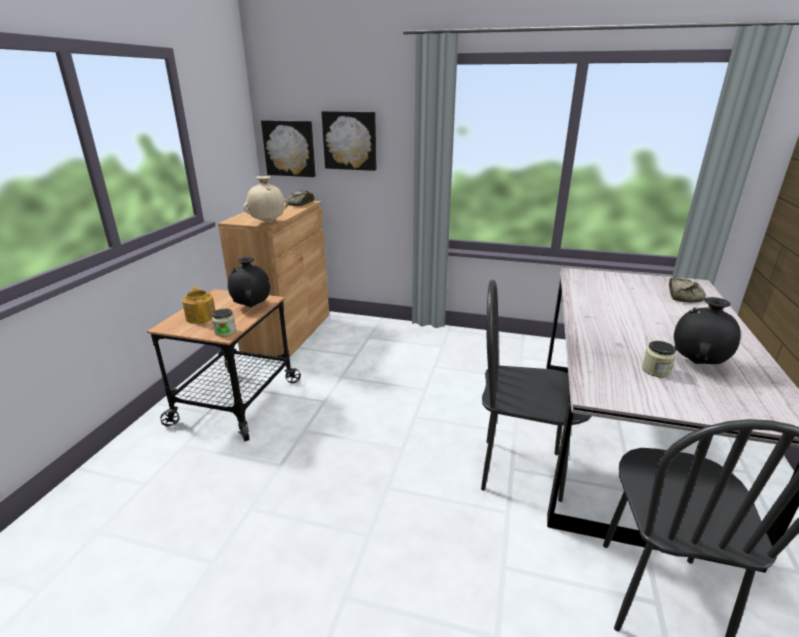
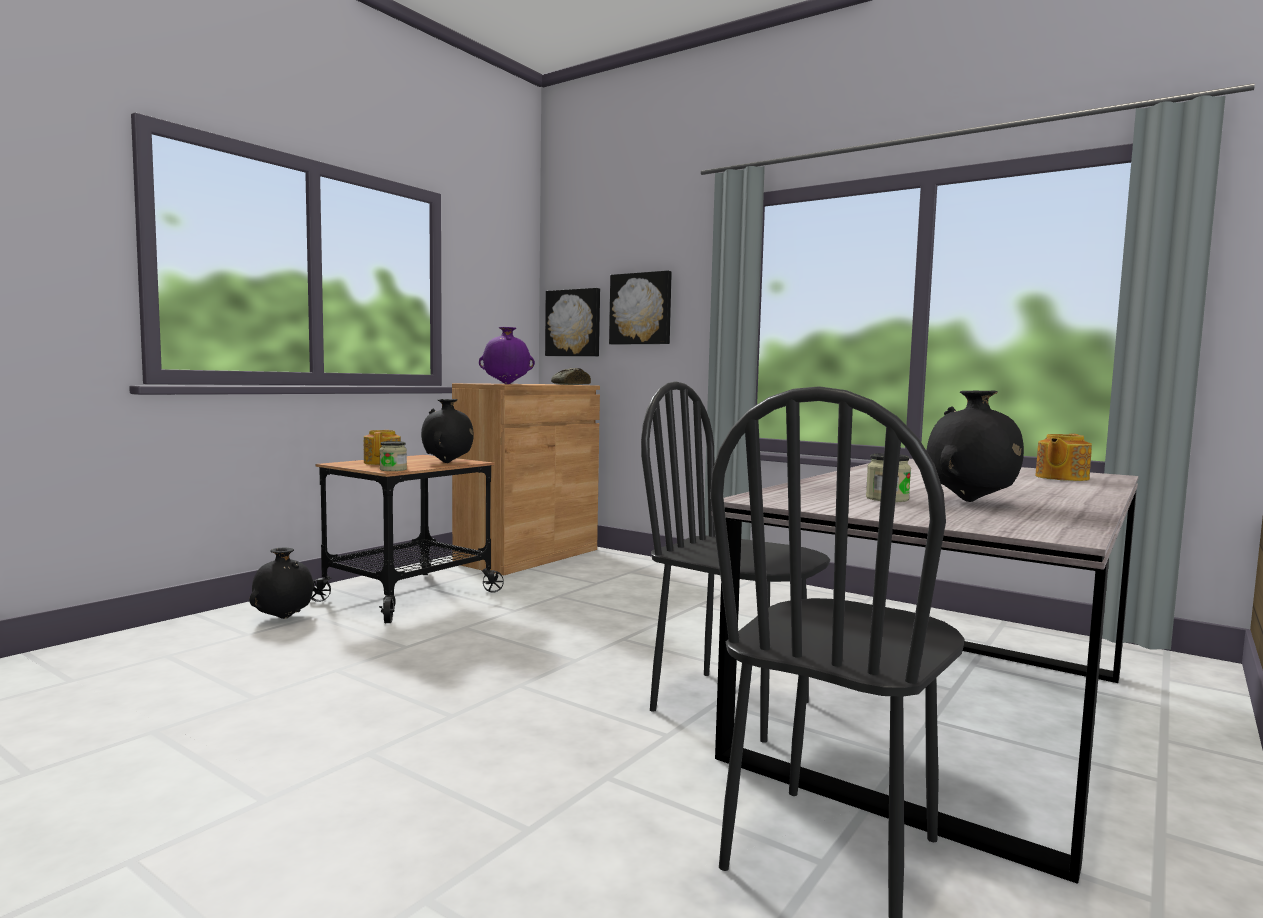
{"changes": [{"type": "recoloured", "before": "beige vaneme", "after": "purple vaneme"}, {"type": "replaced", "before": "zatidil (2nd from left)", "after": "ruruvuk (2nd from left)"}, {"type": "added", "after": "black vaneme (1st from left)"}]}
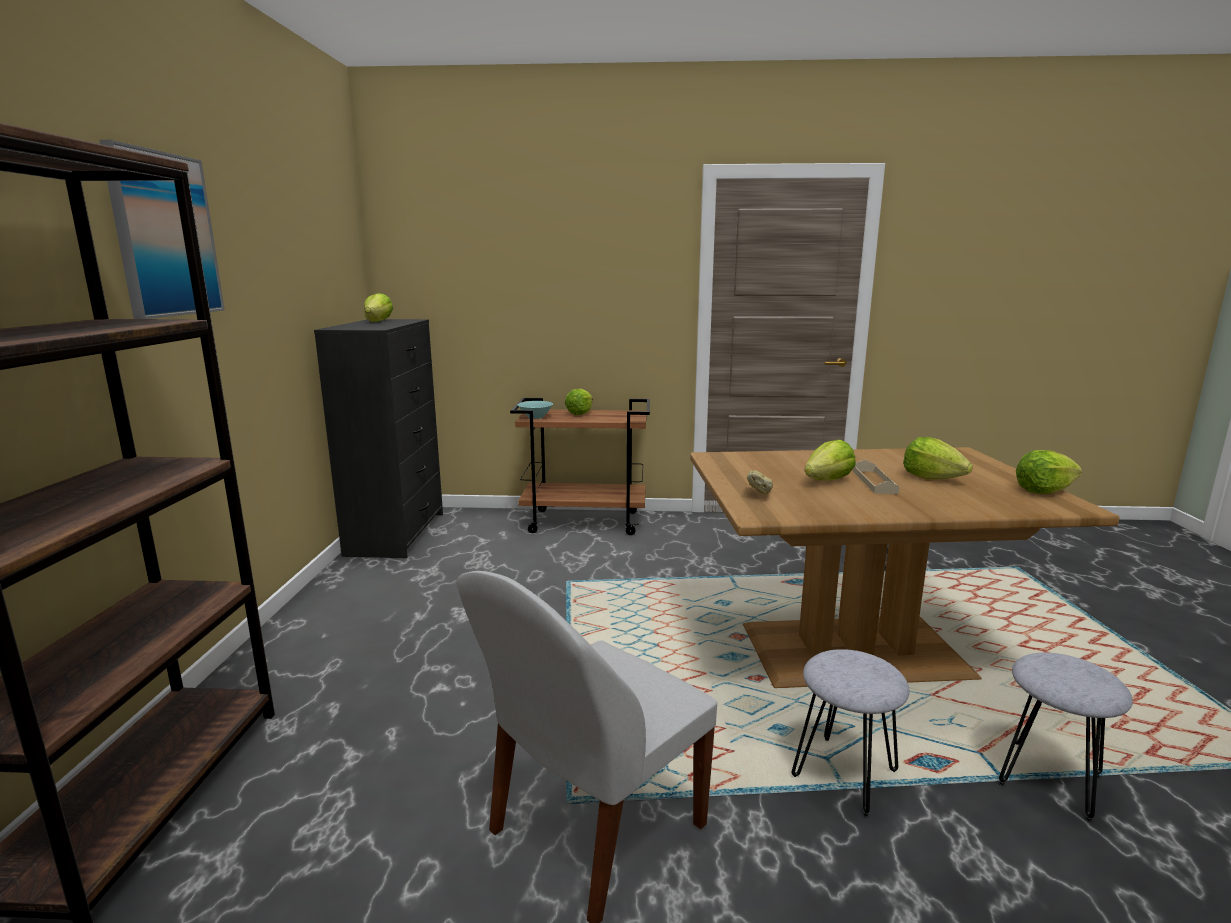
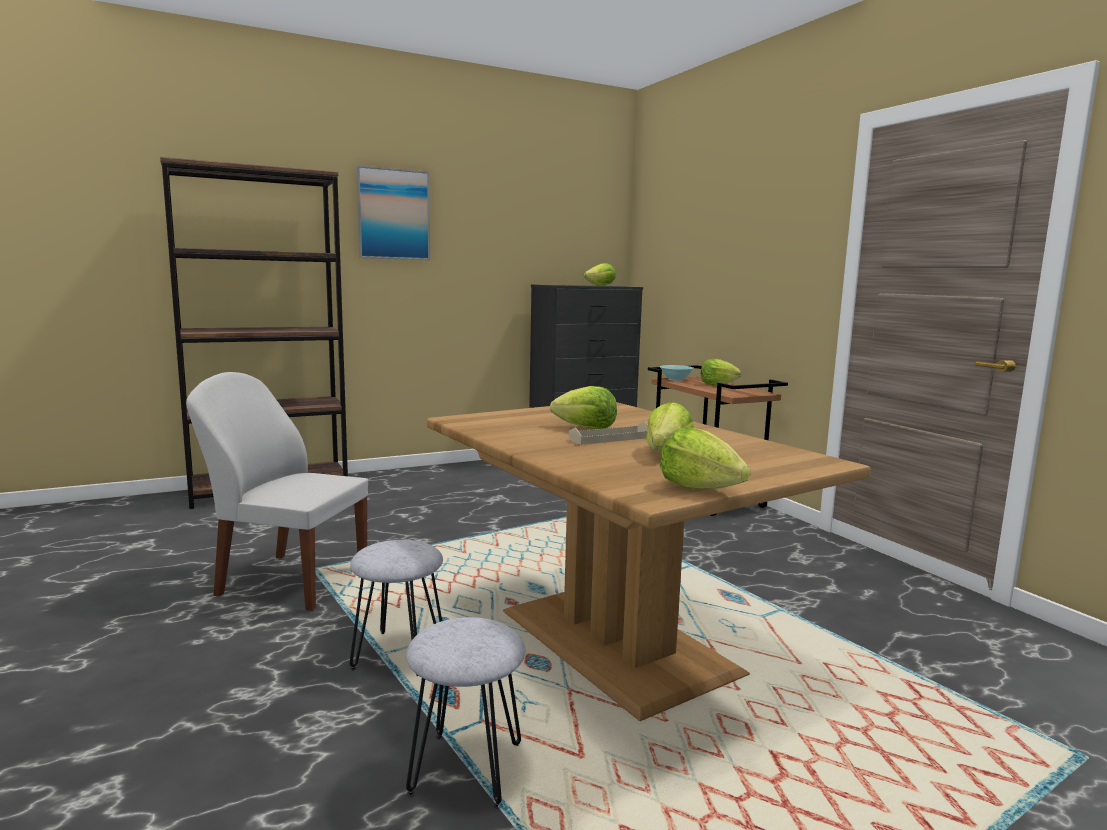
{"changes": [{"type": "removed", "before": "zatidil"}]}
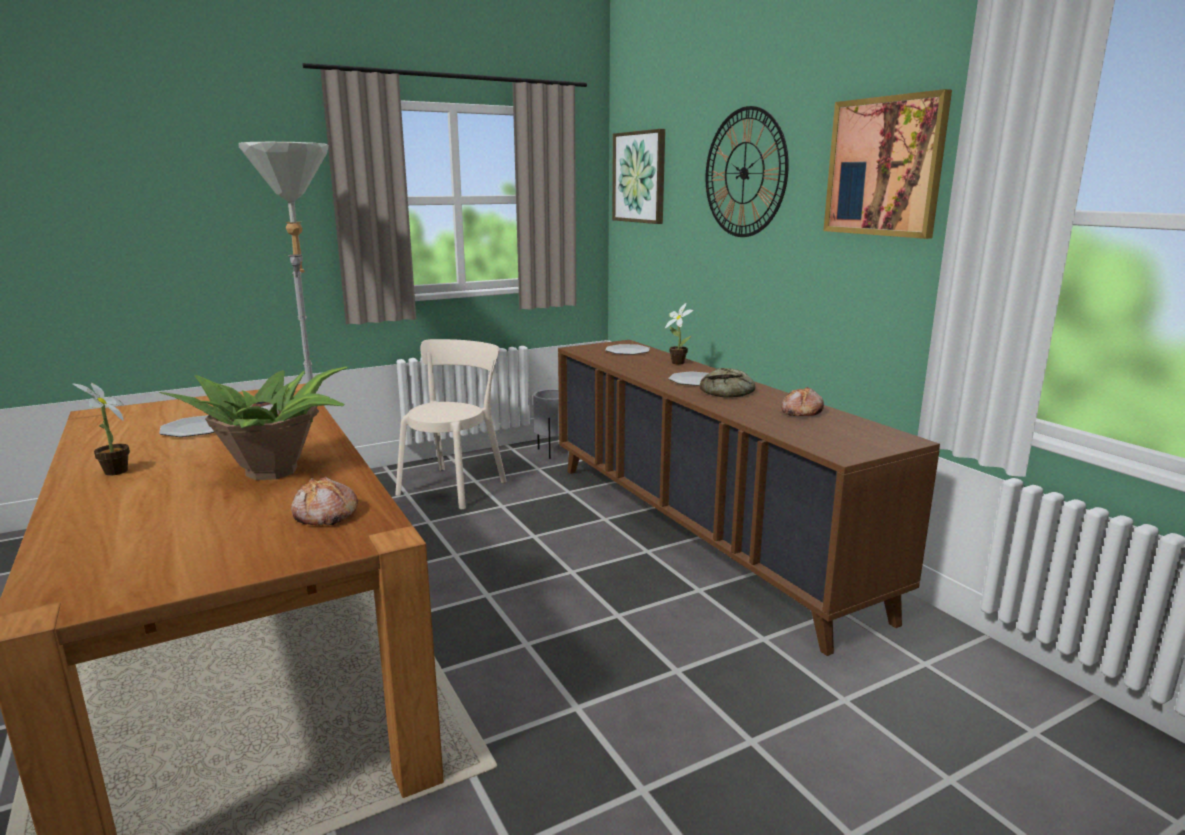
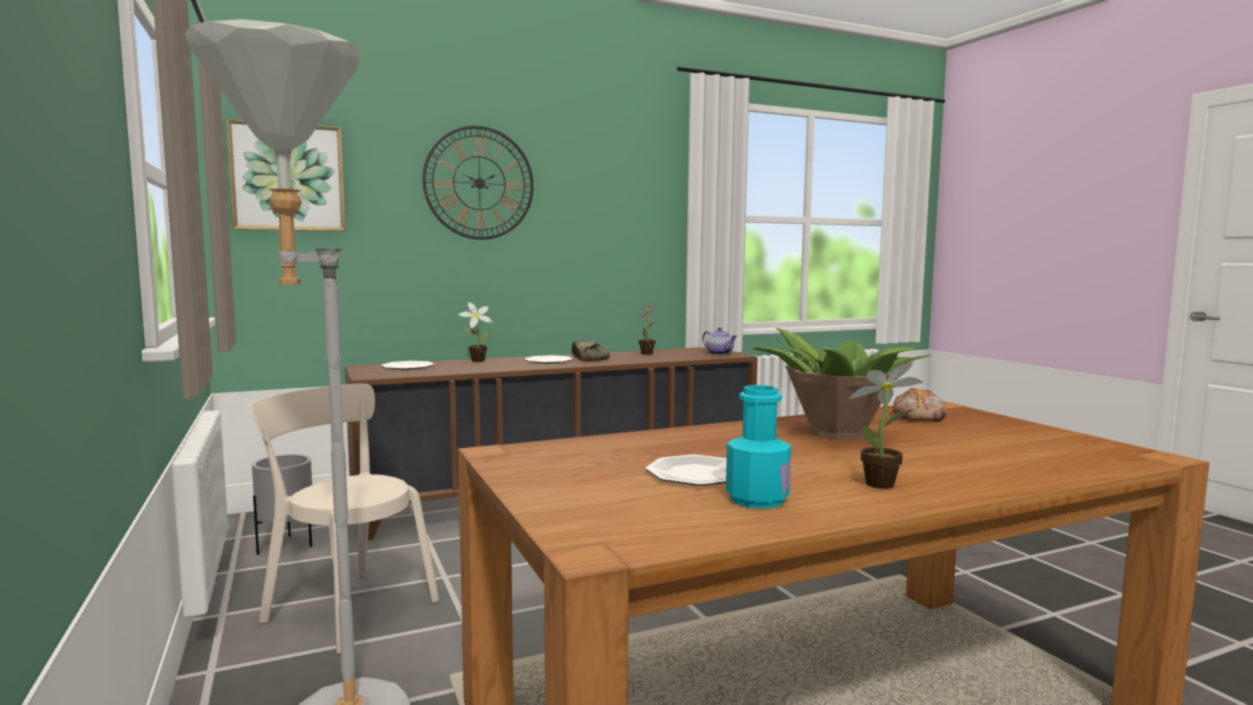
{"changes": [{"type": "replaced", "before": "zatidil (3rd from left)", "after": "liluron (2nd from left)"}, {"type": "removed", "before": "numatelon (2nd from left)"}, {"type": "added", "after": "ruruvuk"}, {"type": "added", "after": "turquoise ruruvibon"}]}
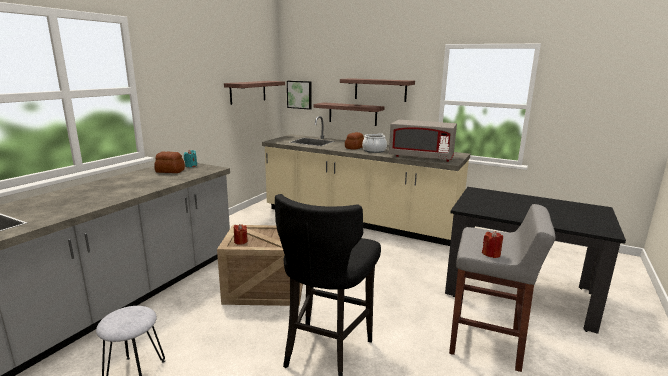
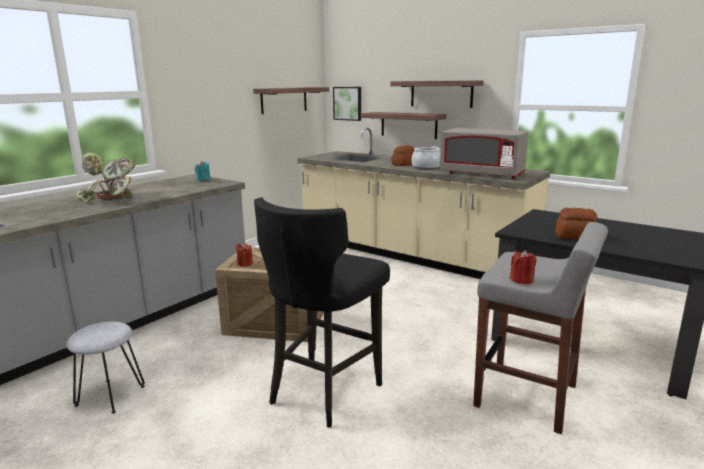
{"changes": [{"type": "moved", "before": "zatidil (1st from left in the first image)", "after": "zatidil (2nd from left)"}, {"type": "added", "after": "liluron"}]}
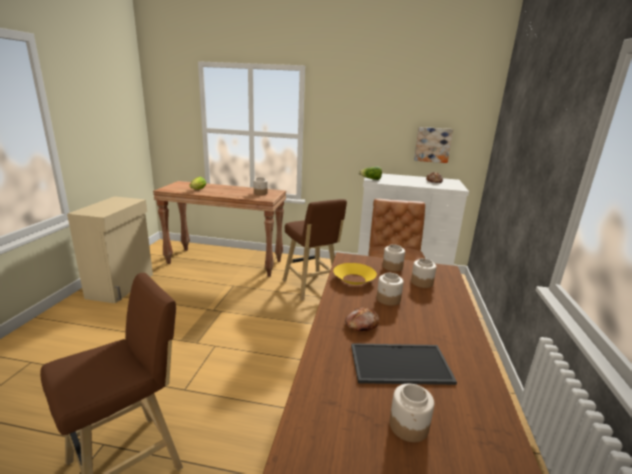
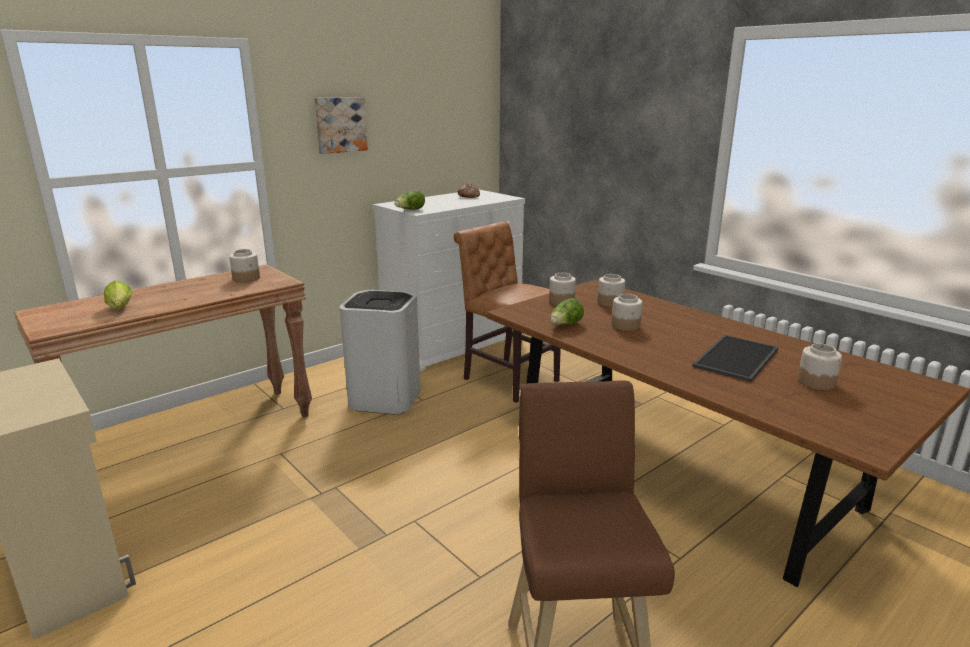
{"changes": [{"type": "replaced", "before": "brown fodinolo (2nd from left)", "after": "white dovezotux"}, {"type": "replaced", "before": "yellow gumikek", "after": "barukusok (3rd from left)"}, {"type": "removed", "before": "zatidil (1st from left)"}, {"type": "moved", "before": "numatelon"}]}
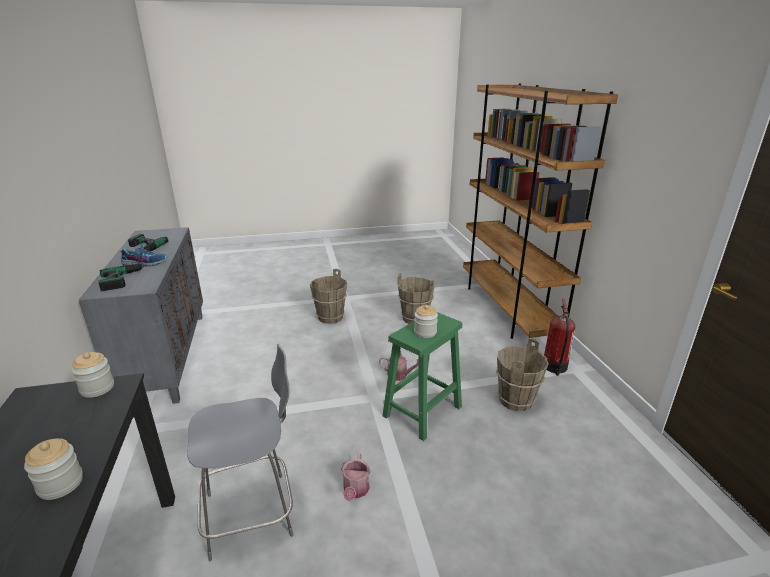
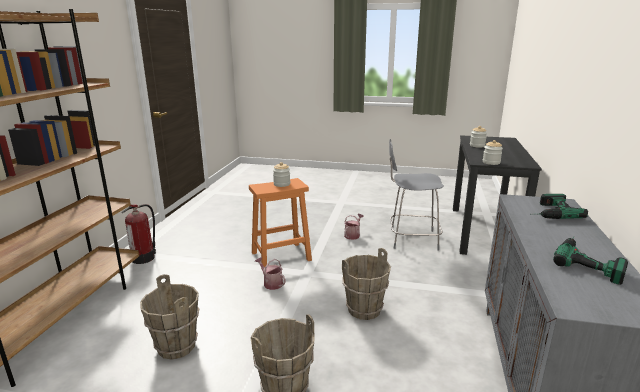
{"changes": [{"type": "removed", "before": "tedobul"}, {"type": "recoloured", "before": "green fodinolo", "after": "orange fodinolo"}, {"type": "moved", "before": "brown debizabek (3rd from left)"}]}
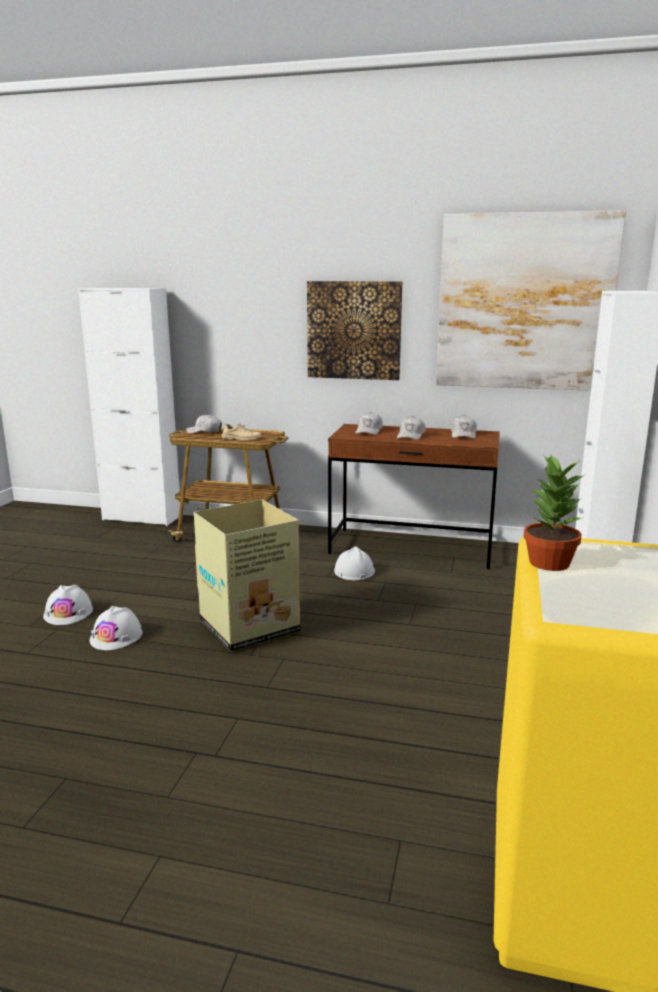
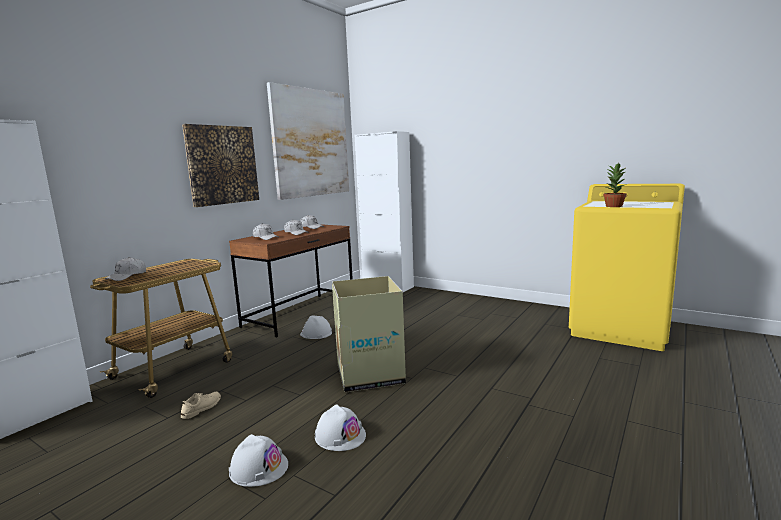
{"changes": [{"type": "moved", "before": "beige tedobul"}]}
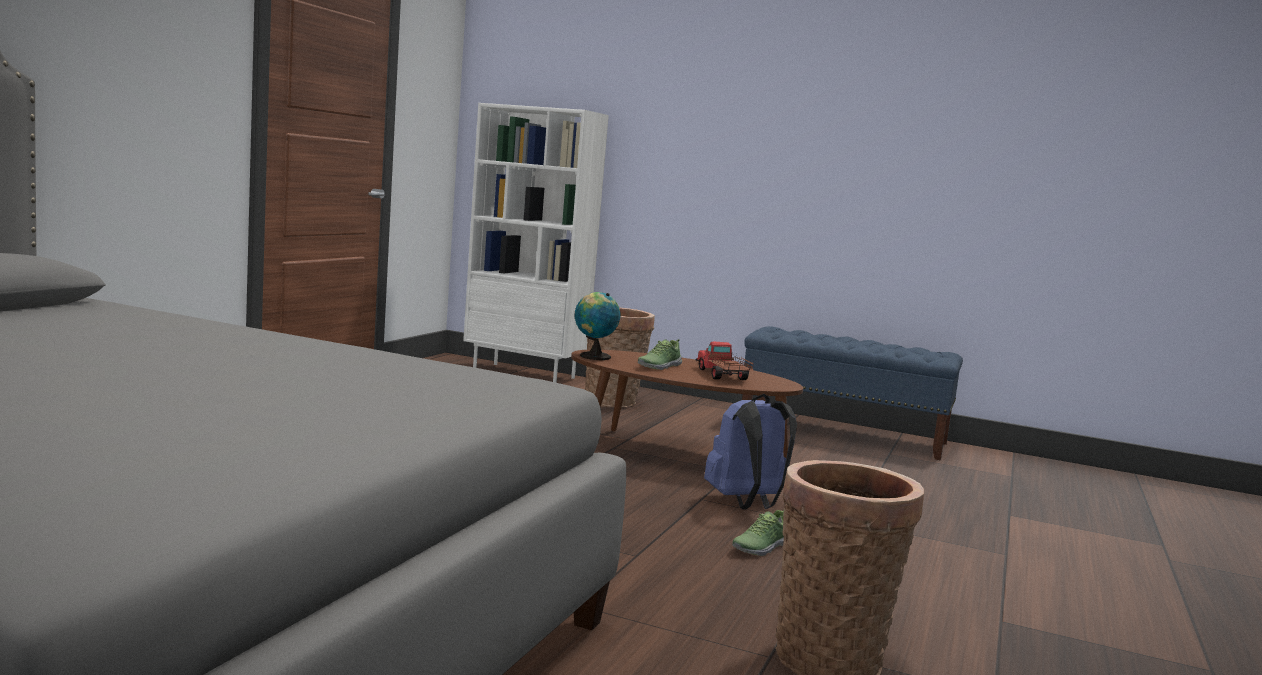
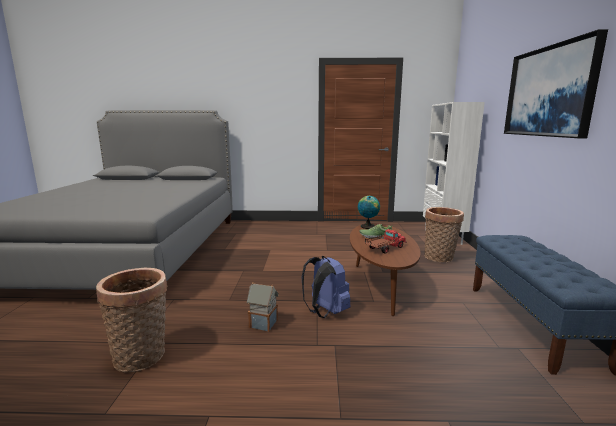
{"changes": [{"type": "replaced", "before": "tedobul (2nd from left)", "after": "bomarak"}, {"type": "added", "after": "numatelon"}]}
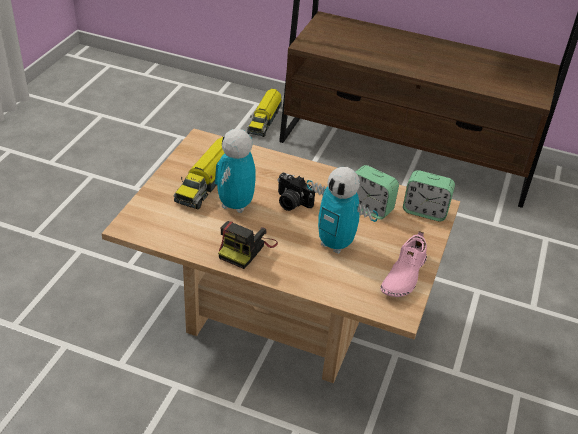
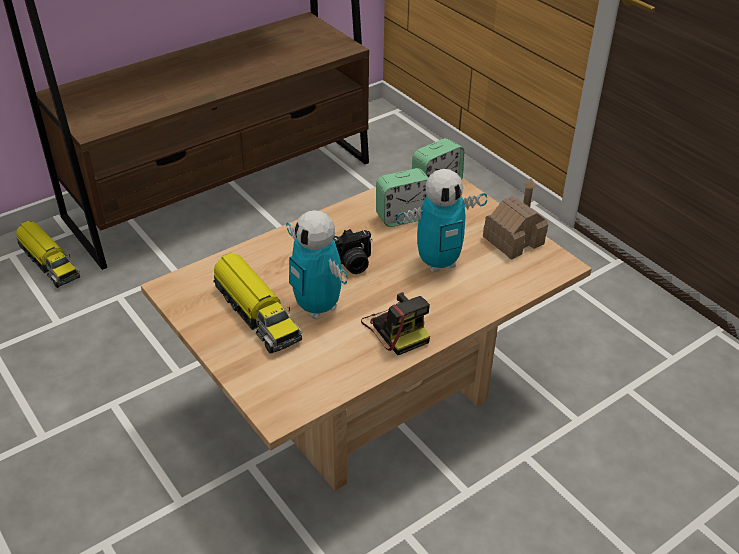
{"changes": [{"type": "replaced", "before": "pink tedobul", "after": "bomarak"}]}
